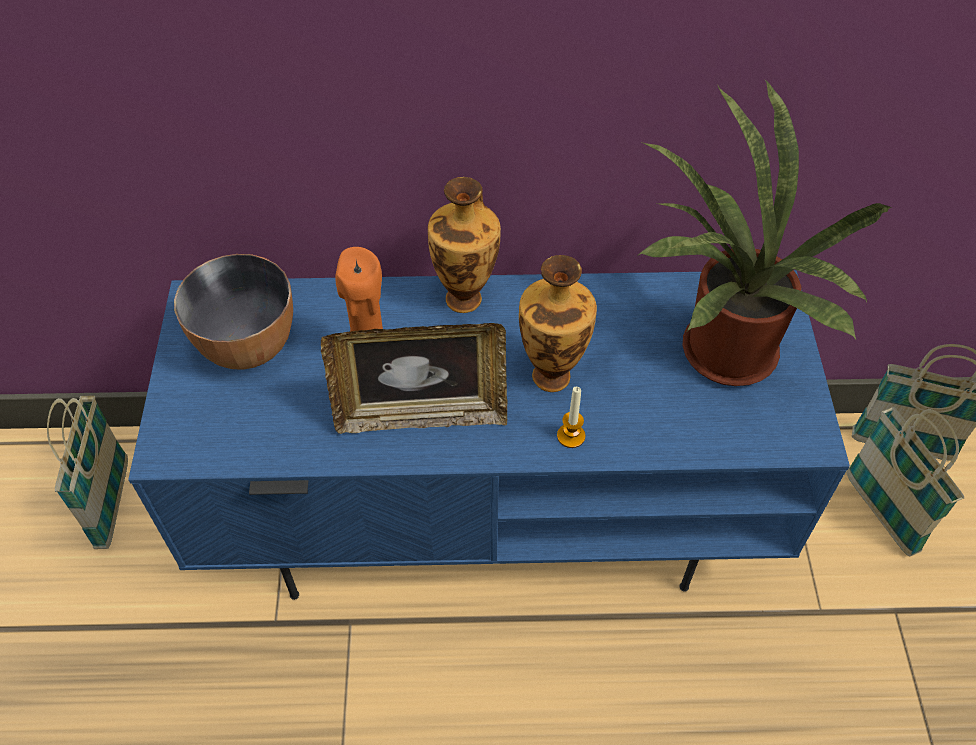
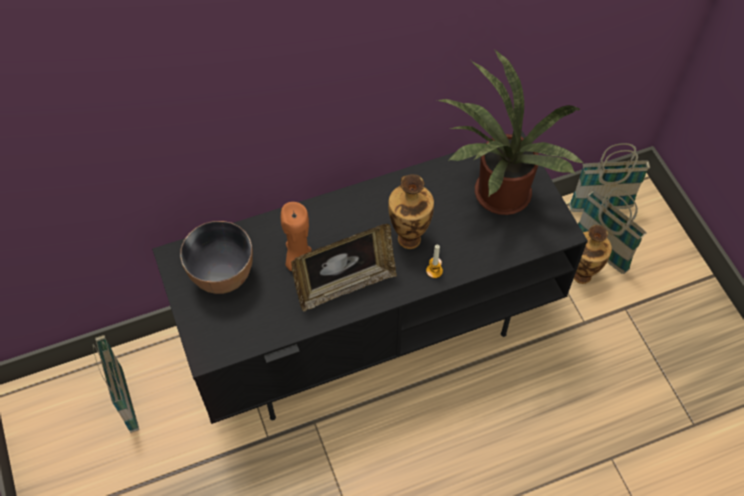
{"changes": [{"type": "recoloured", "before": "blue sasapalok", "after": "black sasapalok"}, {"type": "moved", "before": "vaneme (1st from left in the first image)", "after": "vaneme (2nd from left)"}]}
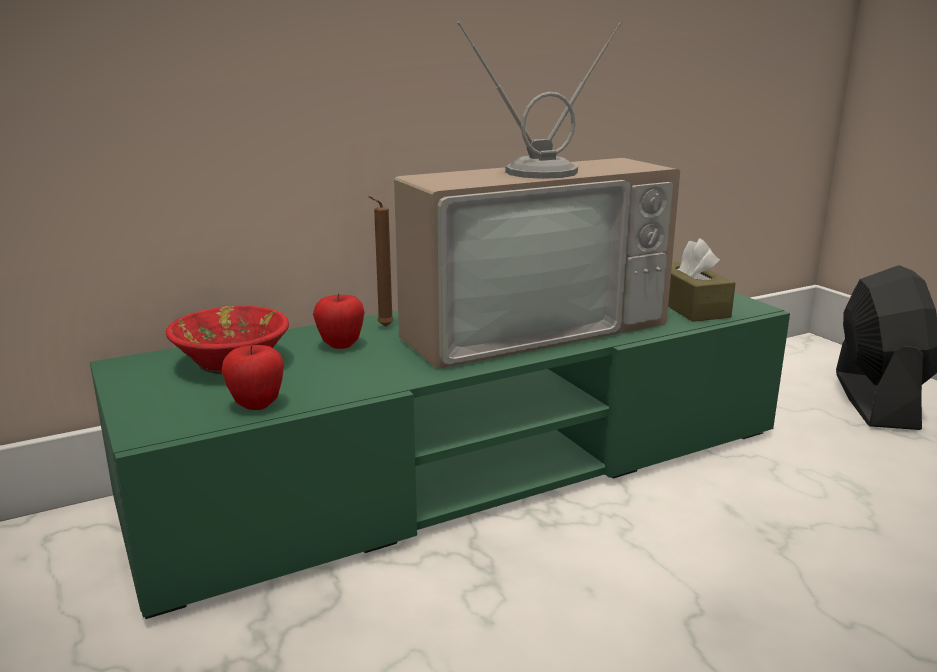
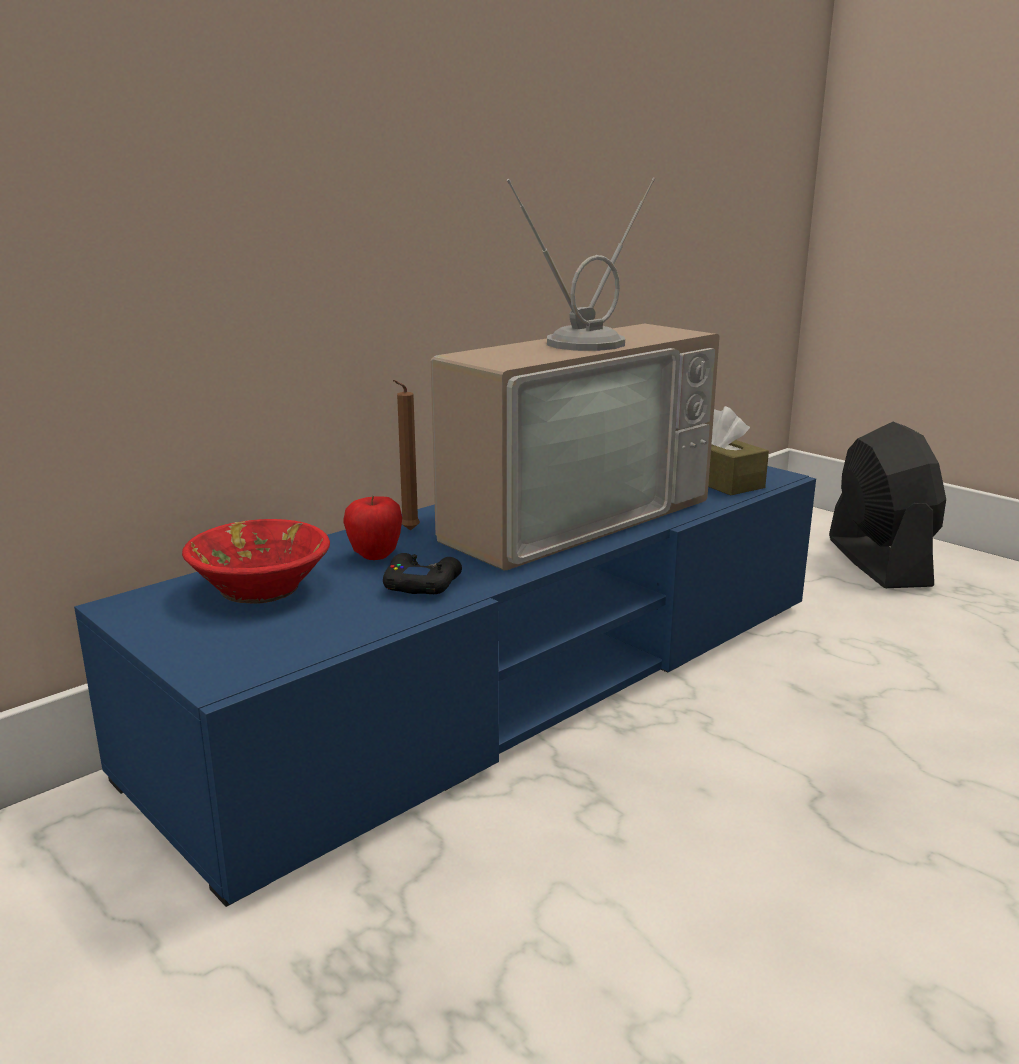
{"changes": [{"type": "recoloured", "before": "green sasapalok", "after": "blue sasapalok"}, {"type": "removed", "before": "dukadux (1st from left)"}, {"type": "added", "after": "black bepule"}]}
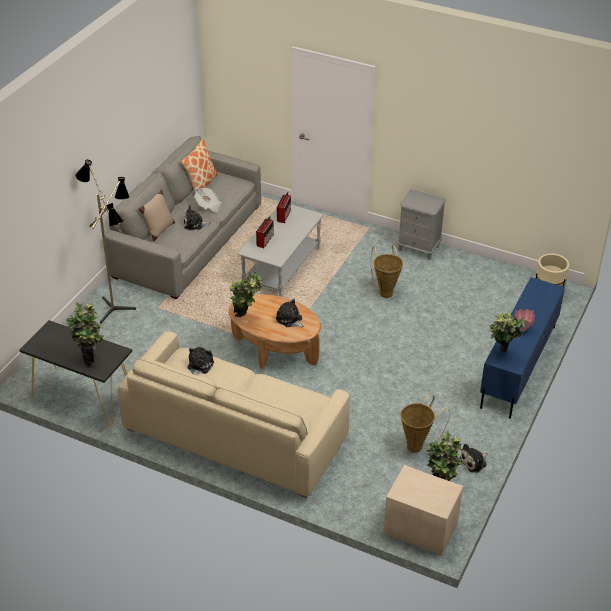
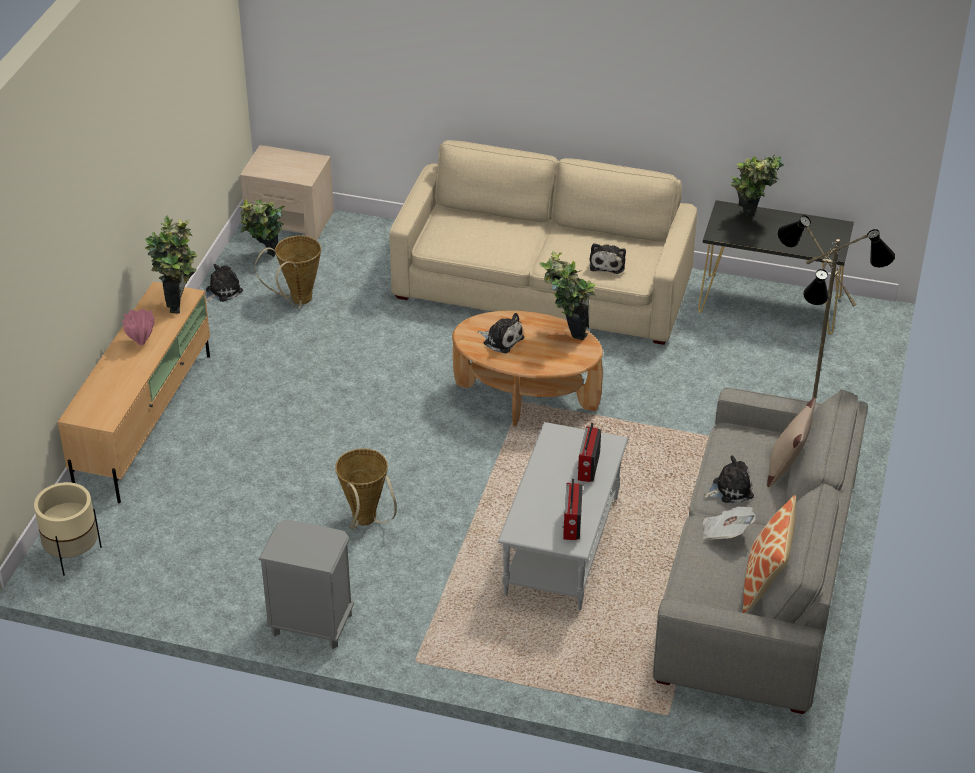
{"changes": [{"type": "recoloured", "before": "blue sasapalok", "after": "beige sasapalok"}]}
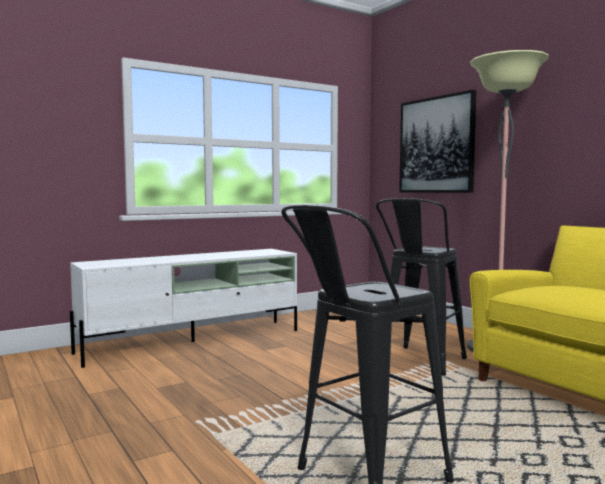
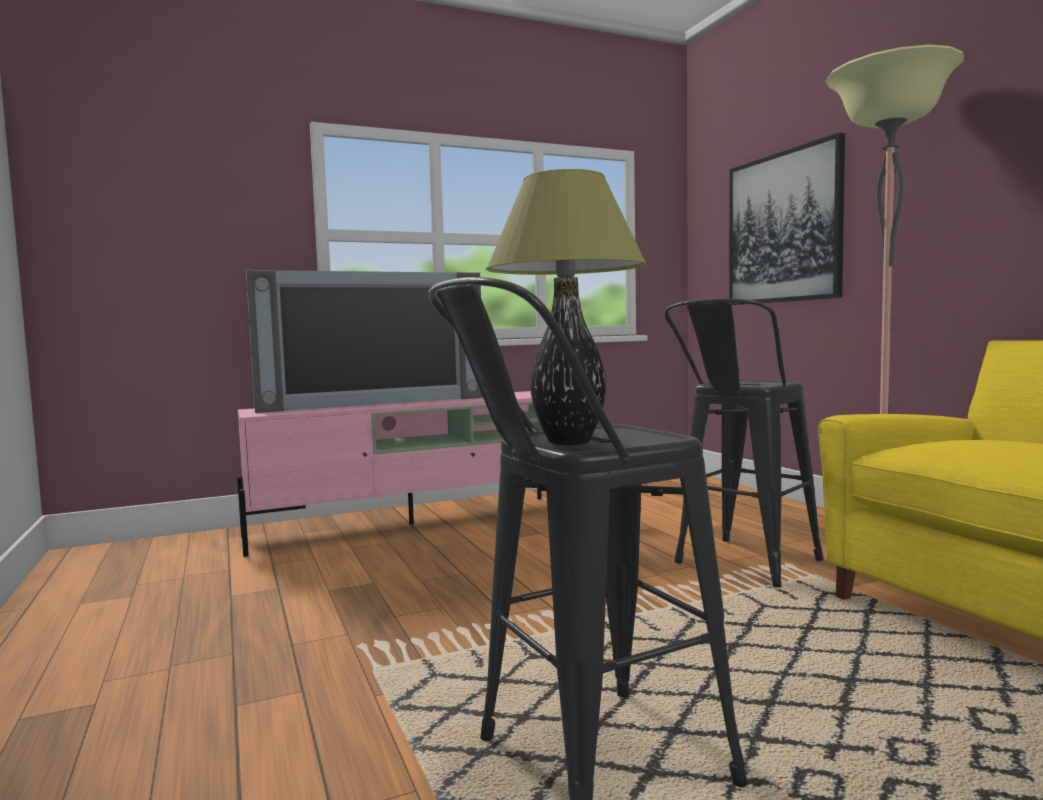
{"changes": [{"type": "recoloured", "before": "white sasapalok", "after": "pink sasapalok"}, {"type": "added", "after": "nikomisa"}, {"type": "added", "after": "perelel"}]}
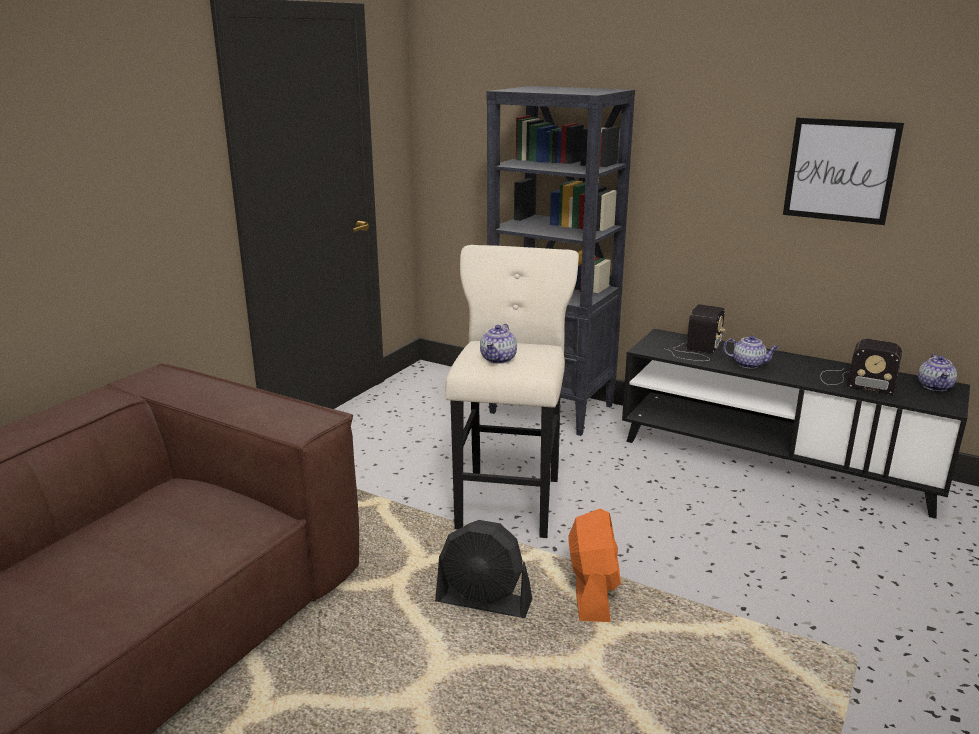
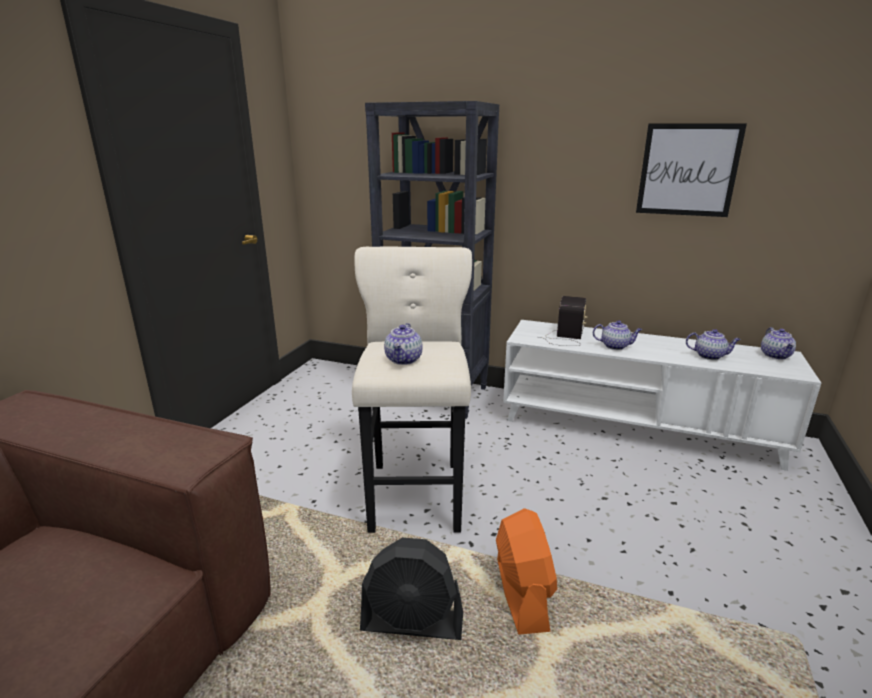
{"changes": [{"type": "recoloured", "before": "black sasapalok", "after": "white sasapalok"}, {"type": "replaced", "before": "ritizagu (2nd from left)", "after": "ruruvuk (3rd from left)"}]}
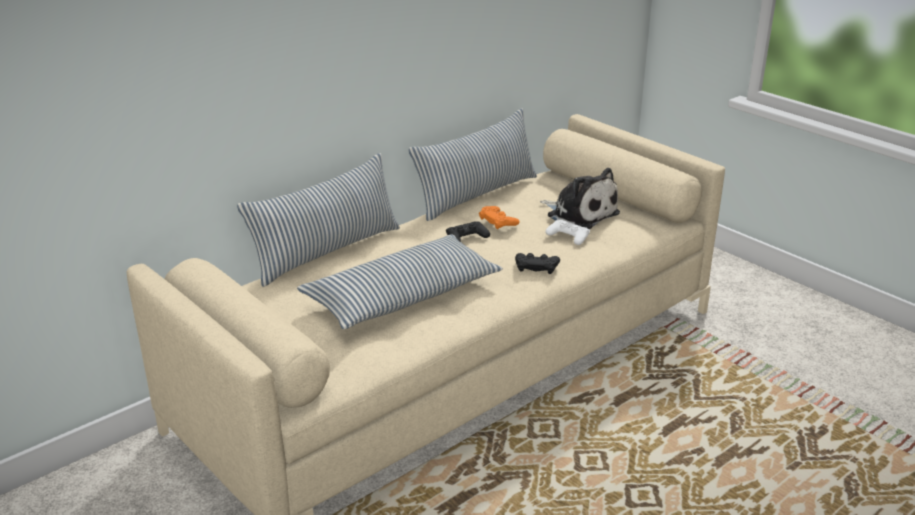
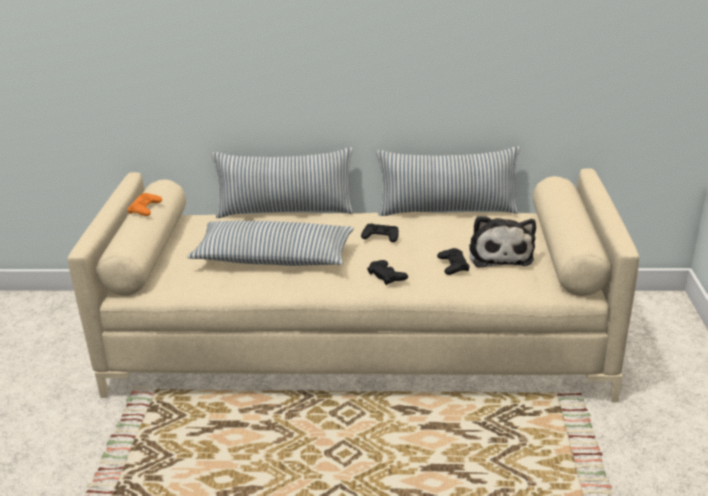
{"changes": [{"type": "moved", "before": "orange bepule"}, {"type": "recoloured", "before": "white bepule", "after": "black bepule (3rd from left)"}]}
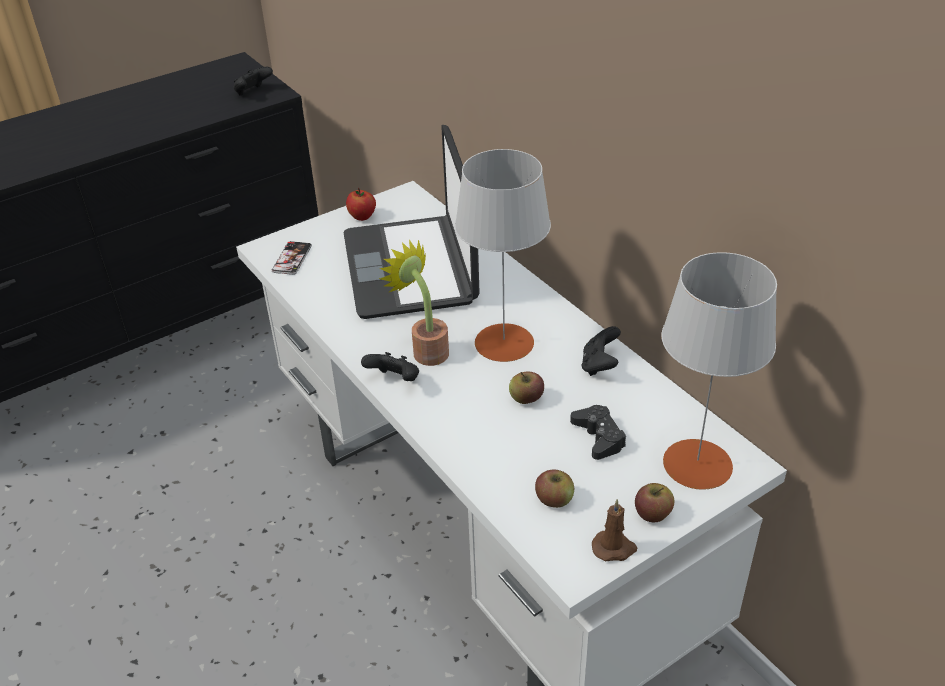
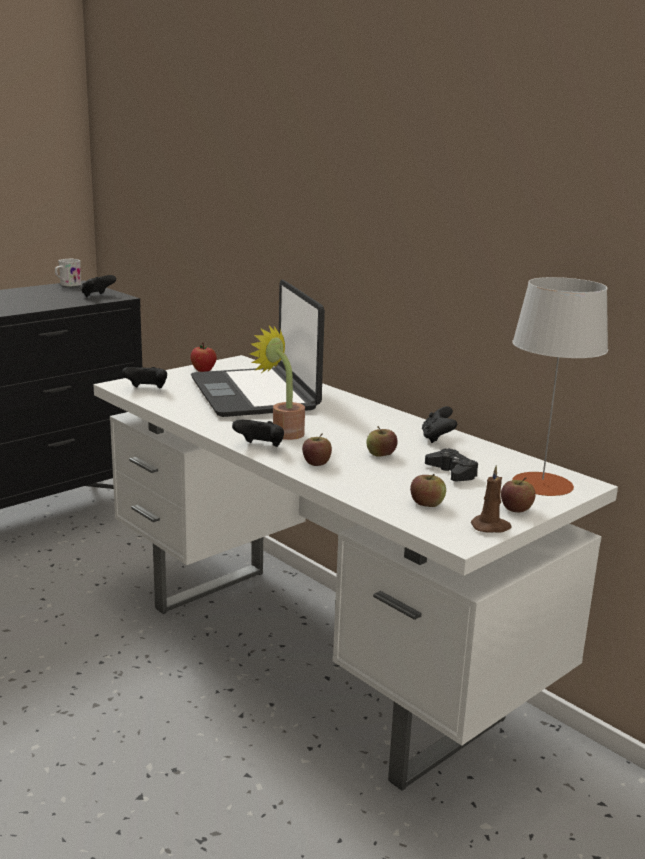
{"changes": [{"type": "replaced", "before": "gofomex", "after": "black bepule (2nd from left)"}, {"type": "removed", "before": "grey perelel (1st from left)"}, {"type": "added", "after": "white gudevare"}, {"type": "added", "after": "dukadux (2nd from left)"}]}
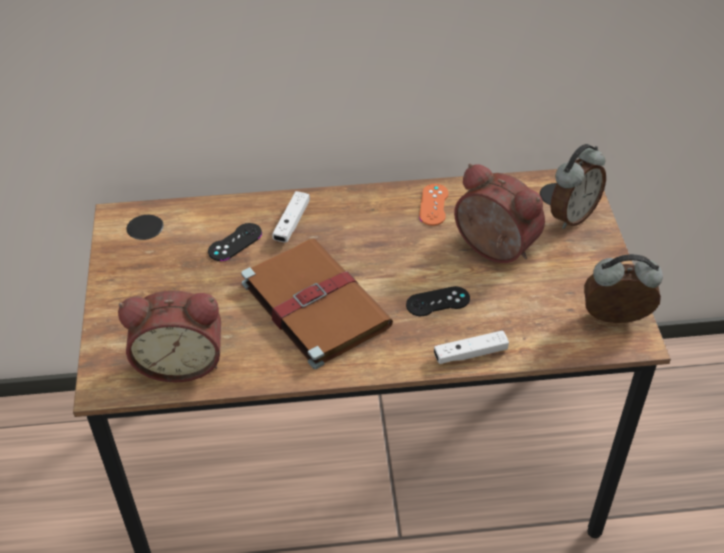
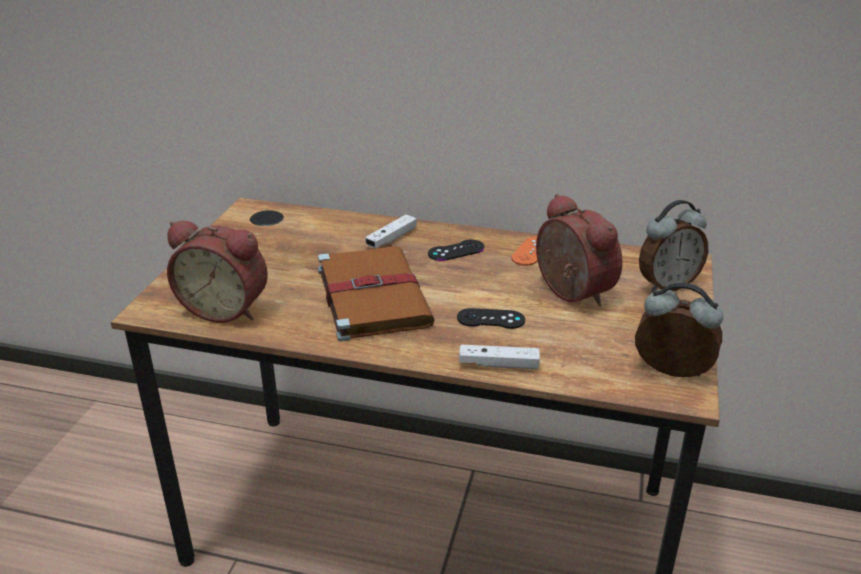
{"changes": [{"type": "moved", "before": "black bepule (1st from left)"}]}
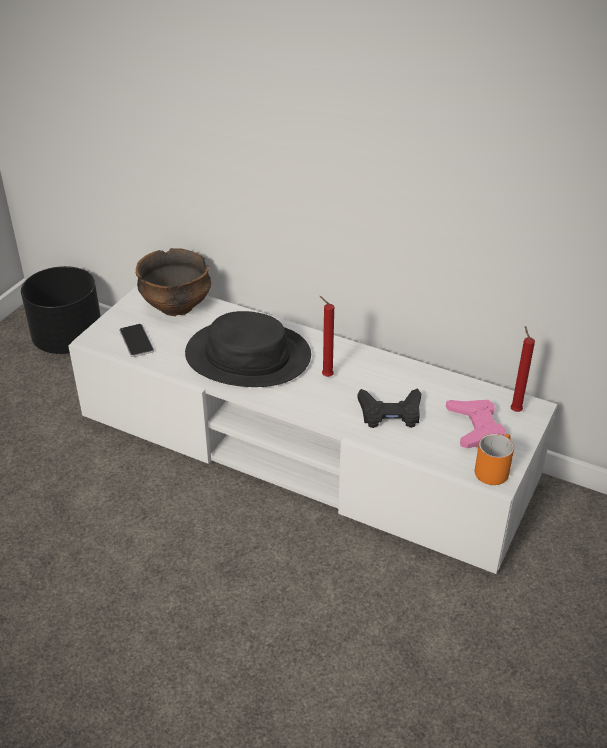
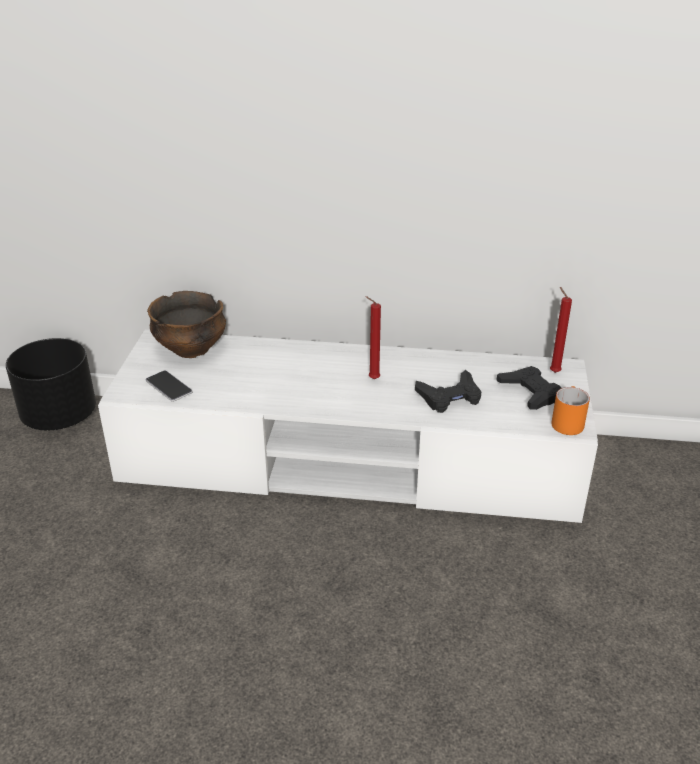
{"changes": [{"type": "removed", "before": "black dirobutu"}, {"type": "recoloured", "before": "pink bepule", "after": "black bepule (2nd from left)"}]}
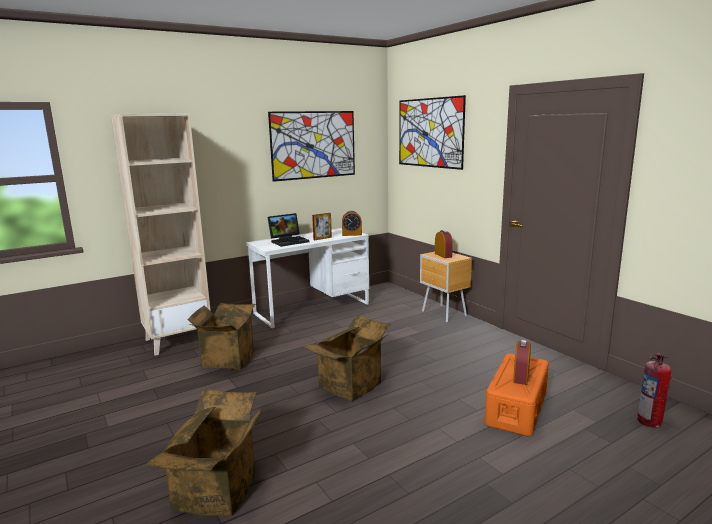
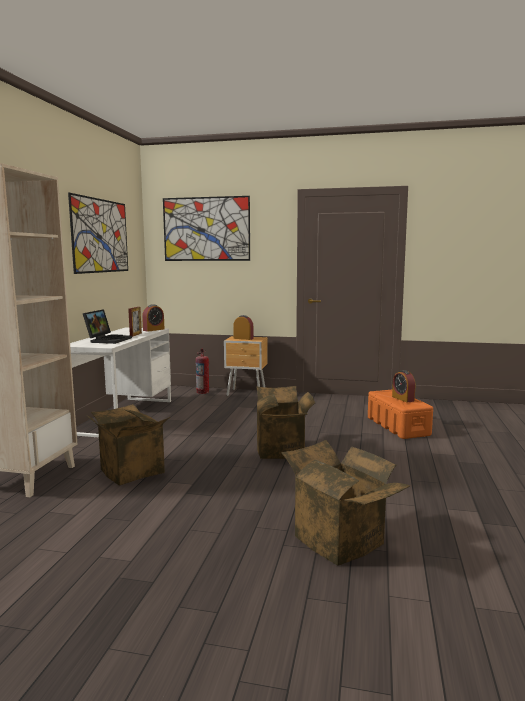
{"changes": [{"type": "moved", "before": "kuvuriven"}]}
